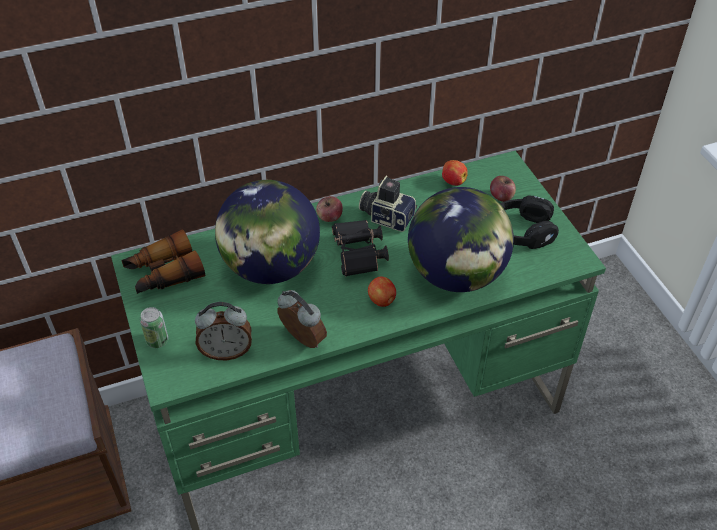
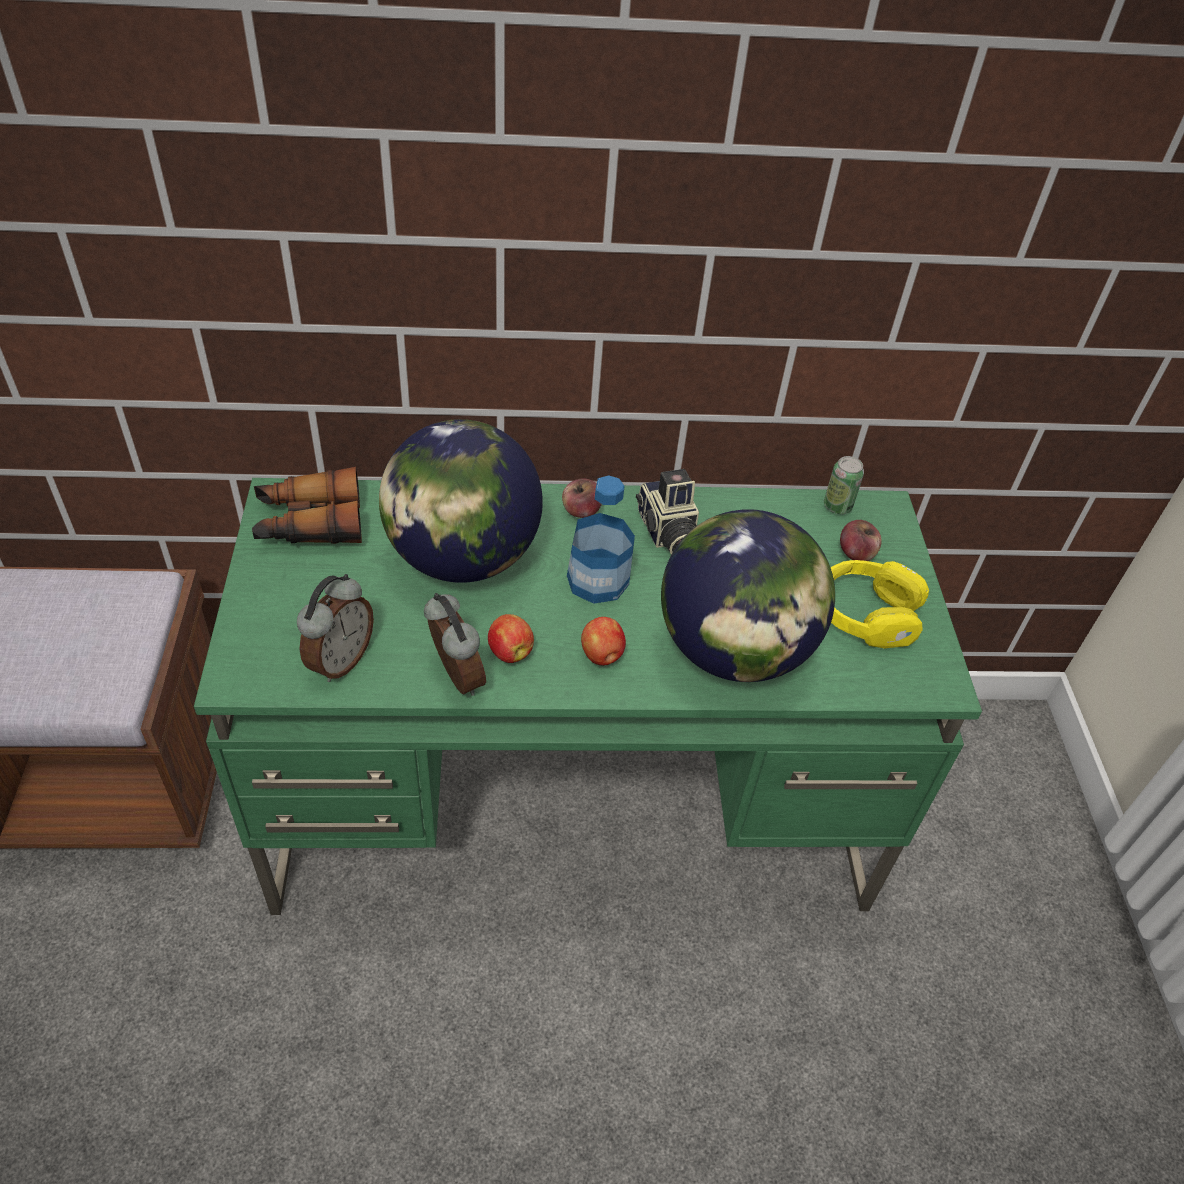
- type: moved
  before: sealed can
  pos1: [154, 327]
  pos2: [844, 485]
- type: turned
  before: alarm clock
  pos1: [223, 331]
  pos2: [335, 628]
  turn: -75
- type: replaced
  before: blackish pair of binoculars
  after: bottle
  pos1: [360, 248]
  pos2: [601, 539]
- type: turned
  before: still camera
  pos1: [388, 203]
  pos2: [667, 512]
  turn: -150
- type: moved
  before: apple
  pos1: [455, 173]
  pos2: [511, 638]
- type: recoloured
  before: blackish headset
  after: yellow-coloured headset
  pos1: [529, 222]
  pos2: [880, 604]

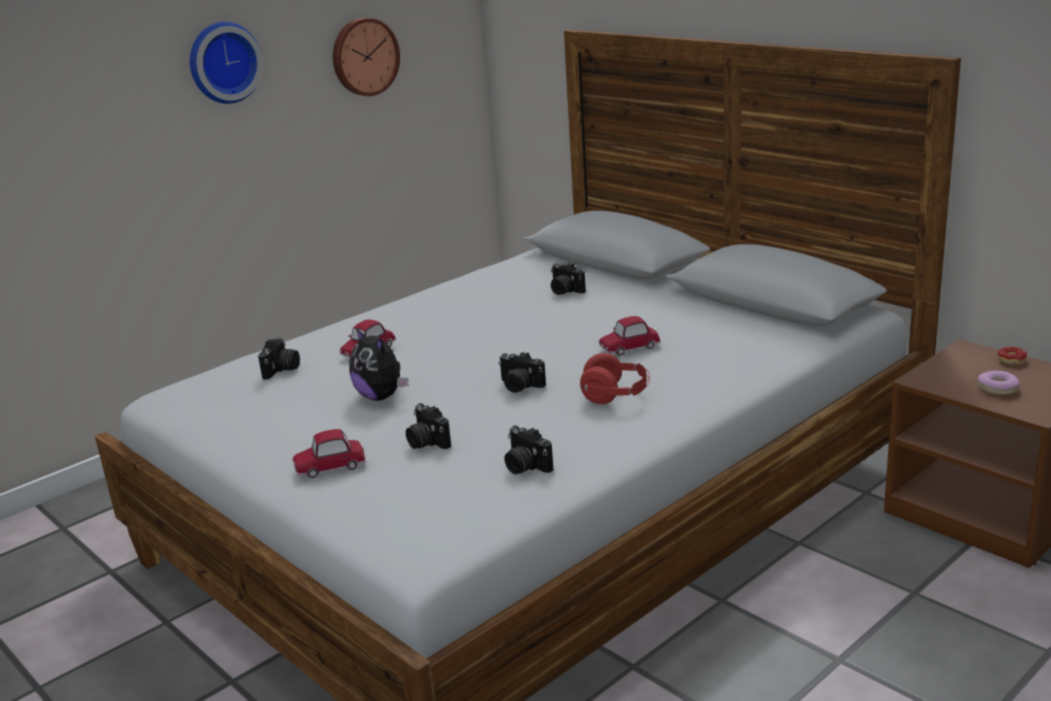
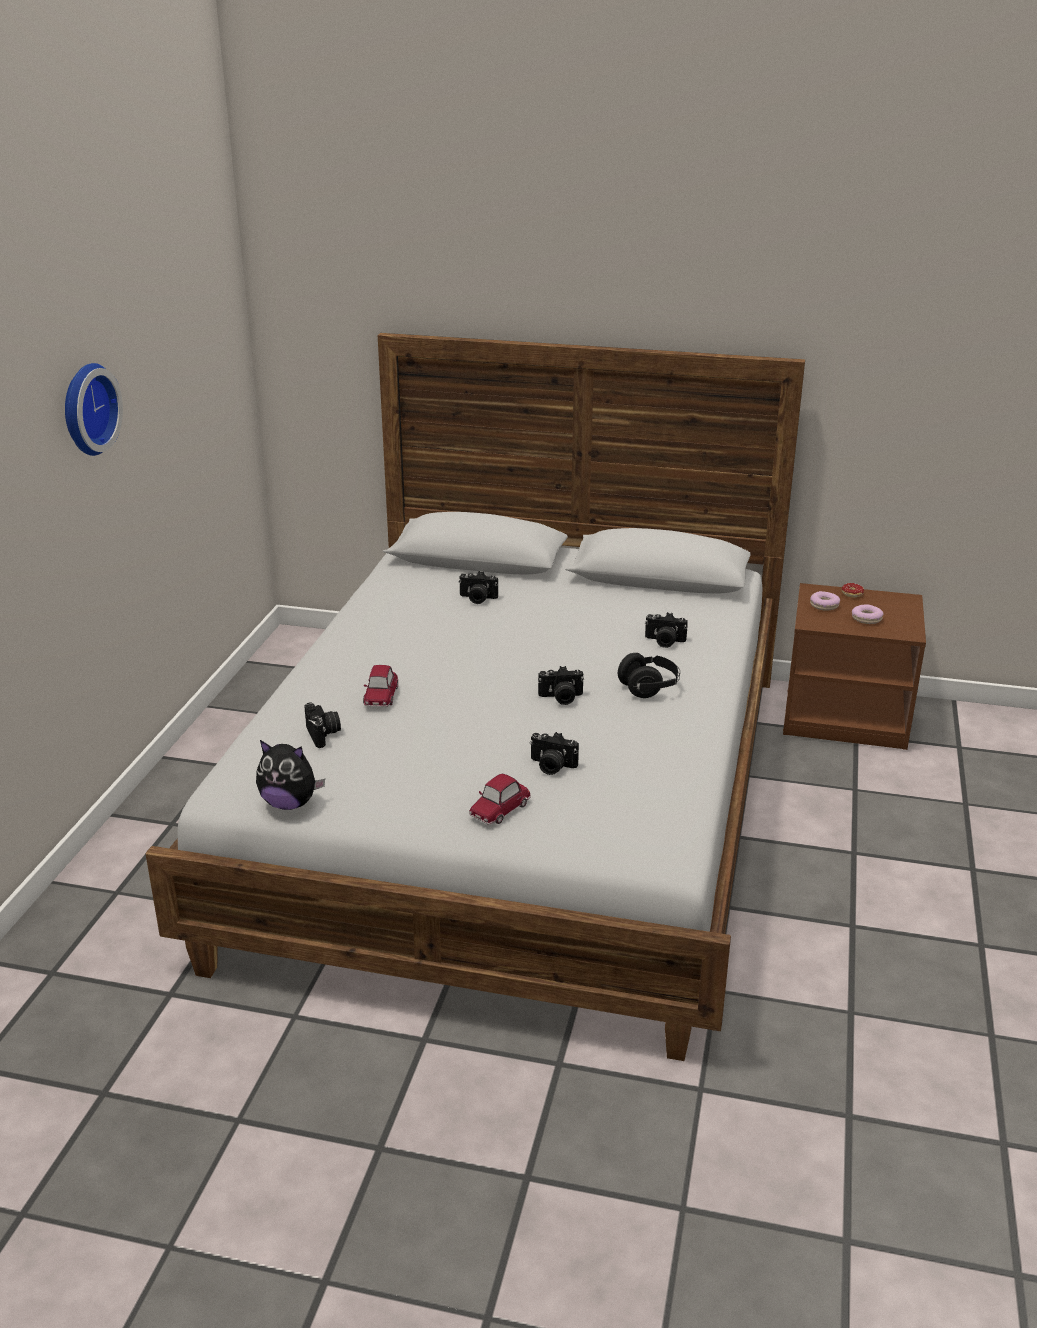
- type: removed
  before: wall clock
  pos1: [366, 57]
- type: moved
  before: cuddly toy
  pos1: [379, 364]
  pos2: [290, 775]
- type: moved
  before: still camera
  pos1: [528, 450]
  pos2: [666, 630]
- type: recoloured
  before: reddish headset
  after: blackish headset
  pos1: [615, 378]
  pos2: [649, 675]
- type: removed
  before: toy car
  pos1: [630, 336]
- type: added
  after: doughnut
  pos2: [825, 601]

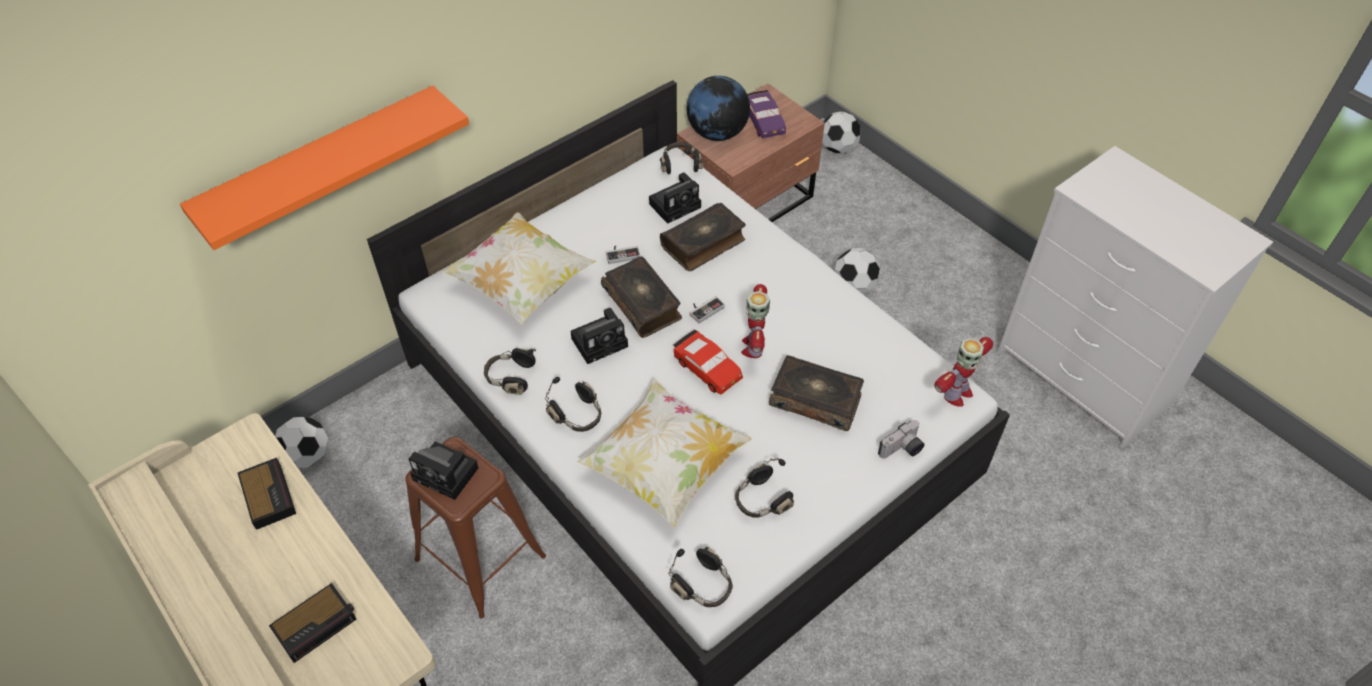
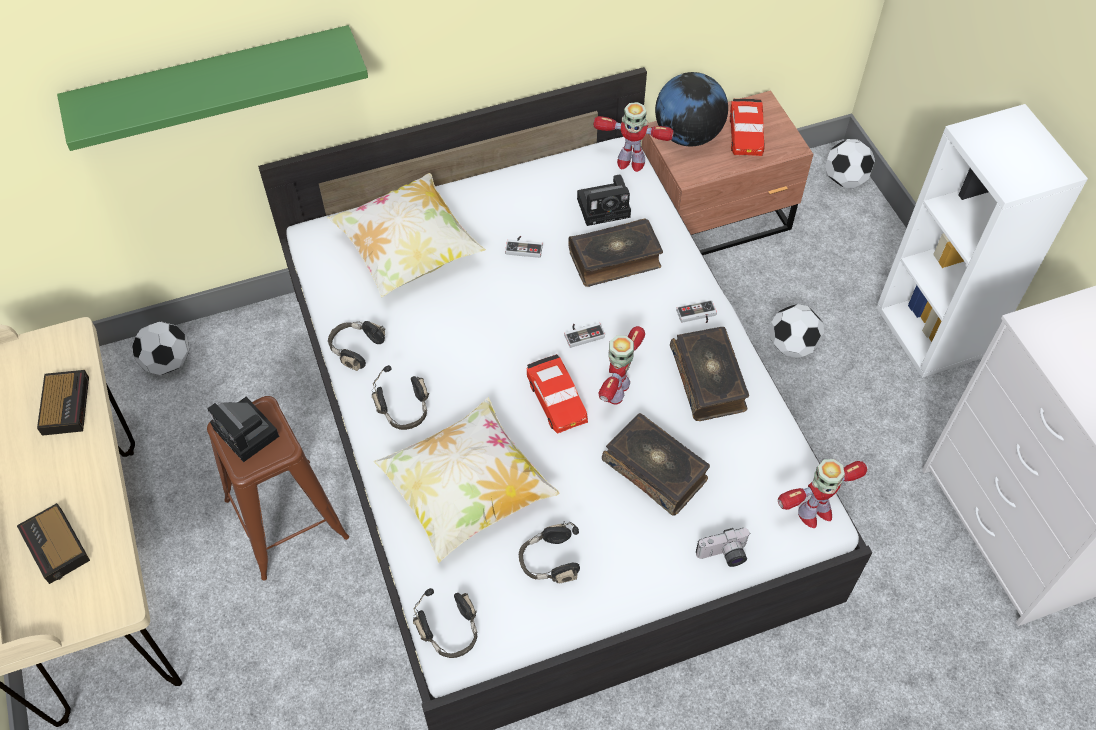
- type: recoloured
  before: orange wall shelf
  after: green-coloured wall shelf
  pos1: [324, 167]
  pos2: [212, 88]
- type: turned
  before: alarm clock
  pos1: [312, 623]
  pos2: [53, 543]
  turn: 75
- type: removed
  before: still camera
  pos1: [599, 336]
- type: moved
  before: bound book
  pos1: [641, 297]
  pos2: [709, 374]
- type: replaced
  before: blackish headset
  after: model robot
  pos1: [681, 158]
  pos2: [634, 137]
- type: recoloured
  before: purplish toy car
  after: reddish toy car
  pos1: [766, 114]
  pos2: [747, 127]
- type: added
  after: game controller
  pos2: [696, 311]
- type: added
  after: white bookshelf
  pos2: [982, 241]

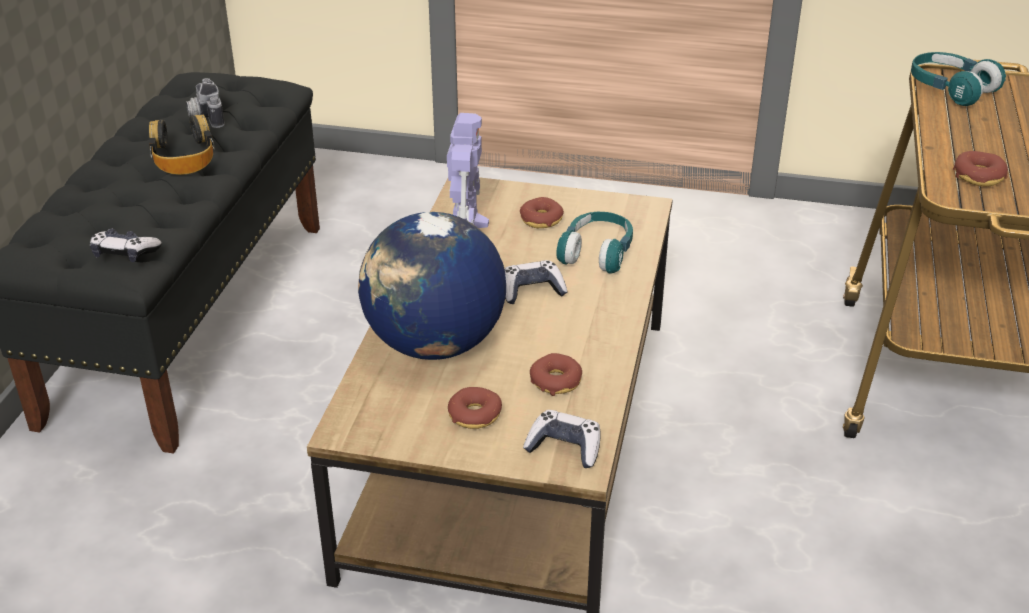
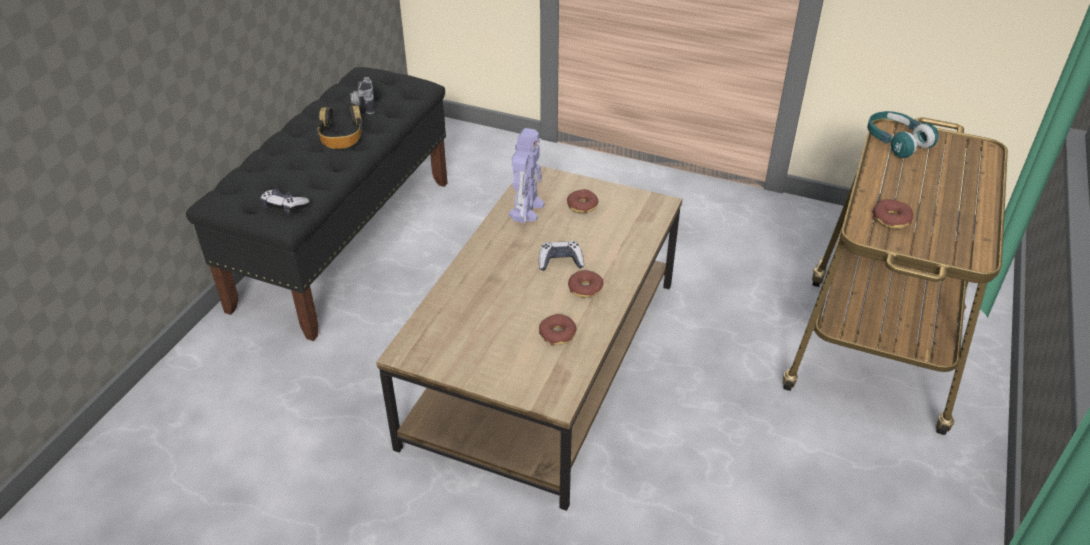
- type: removed
  before: world globe
  pos1: [432, 286]
- type: moved
  before: doughnut
  pos1: [475, 408]
  pos2: [585, 284]
- type: removed
  before: game controller
  pos1: [562, 439]
- type: removed
  before: blue-green headset
  pos1: [594, 242]

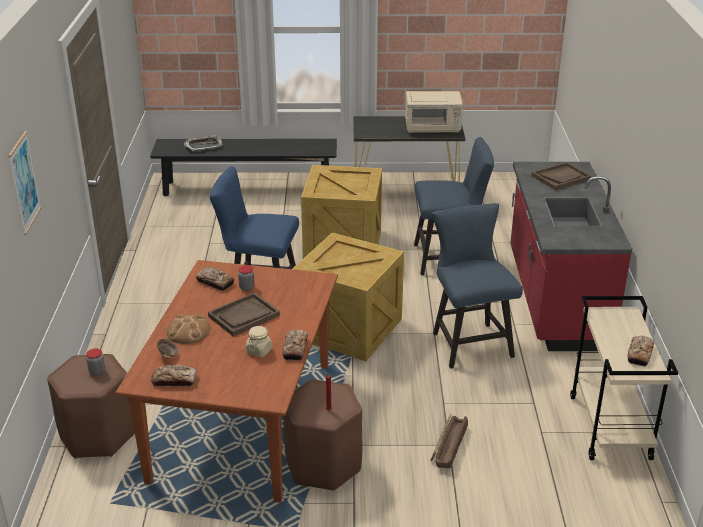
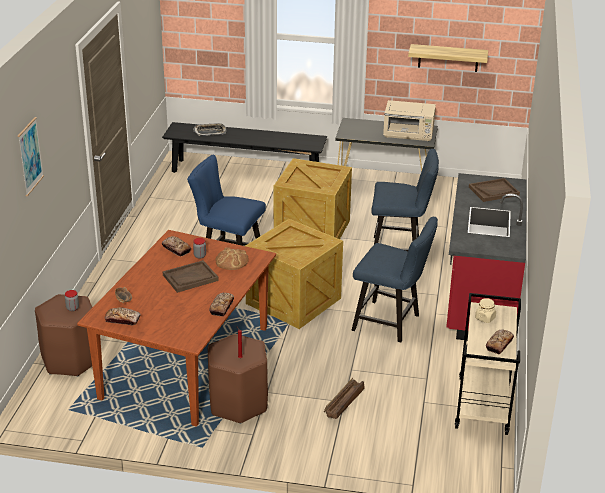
- type: moved
  before: bread
  pos1: [188, 329]
  pos2: [232, 258]
- type: moved
  before: sand-coloured storage jar
  pos1: [259, 341]
  pos2: [485, 310]
- type: turned
  before: blue-coloured chair
  pos1: [477, 286]
  pos2: [395, 279]
  turn: 120
- type: added
  after: wall shelf
  pos2: [448, 58]

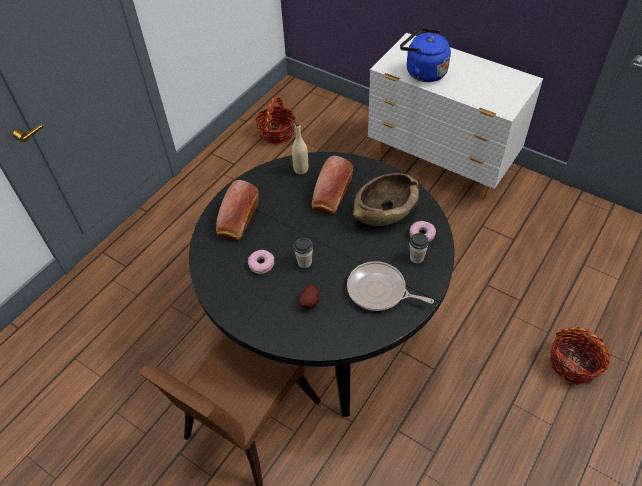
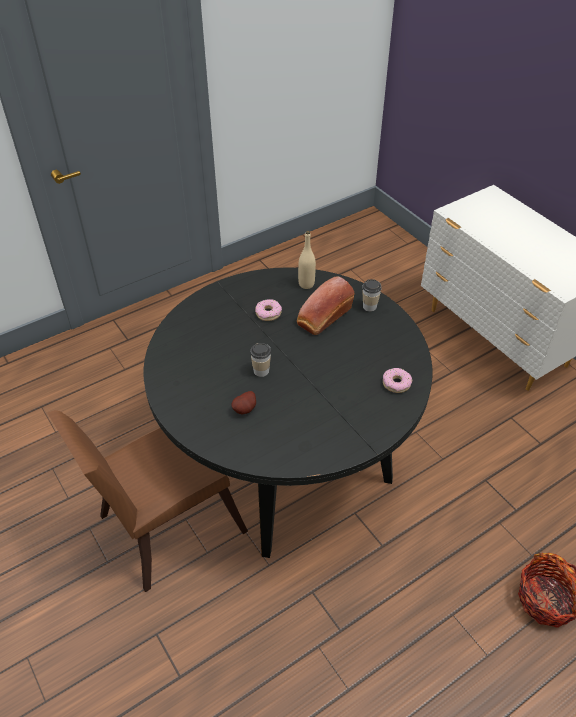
- type: removed
  before: bread
  pos1: [237, 210]
- type: moved
  before: doughnut
  pos1: [261, 262]
  pos2: [268, 310]
- type: removed
  before: storage basket
  pos1: [275, 120]
- type: removed
  before: frying pan
  pos1: [390, 286]
- type: removed
  before: brownish deep dish
  pos1: [386, 199]
- type: removed
  before: blue-coloured kettle
  pos1: [425, 55]
- type: moved
  before: cup
  pos1: [419, 248]
  pos2: [372, 295]

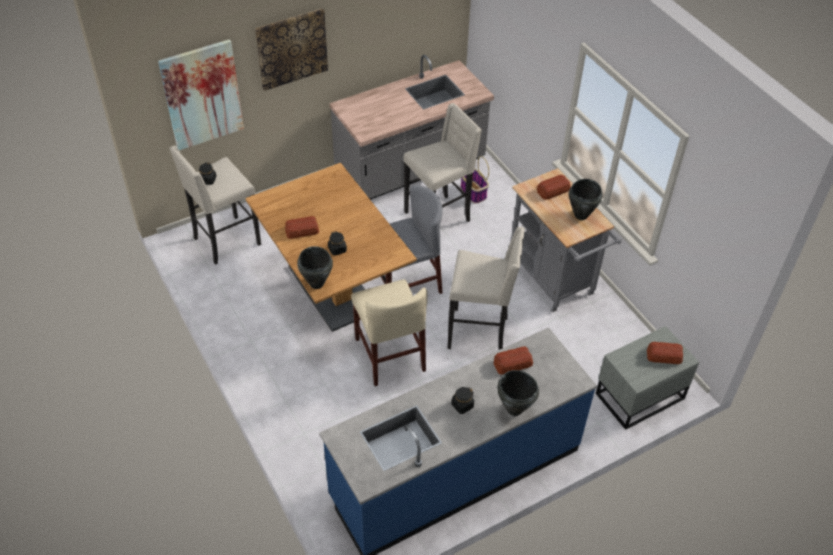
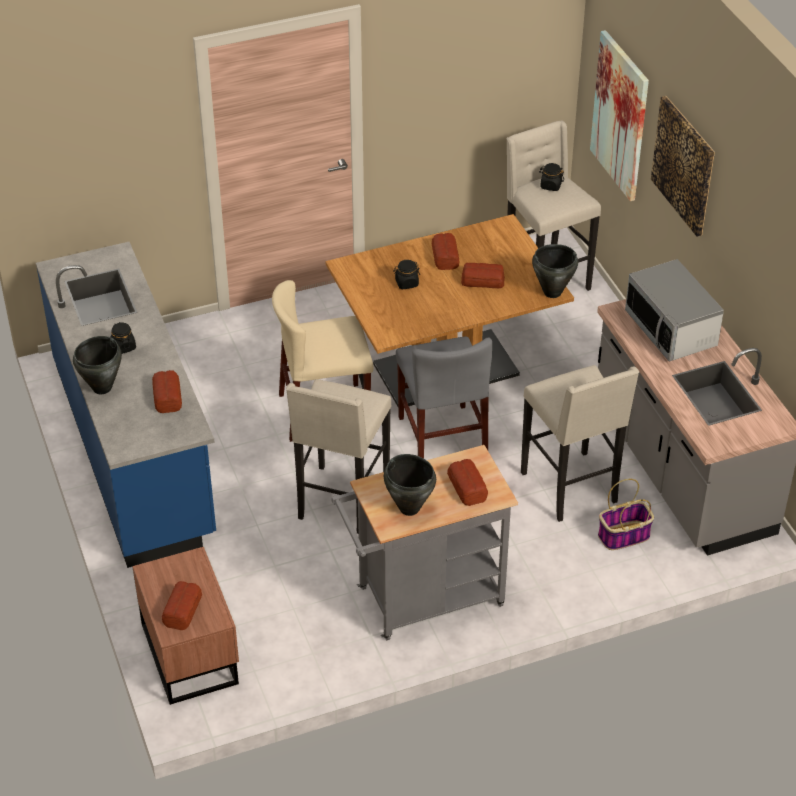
- type: moved
  before: blackish cooking pot
  pos1: [315, 267]
  pos2: [555, 271]
- type: recoloured
  before: gray nightstand
  after: brownish nightstand
  pos1: [647, 378]
  pos2: [185, 626]
- type: added
  after: bread
  pos2: [483, 275]
- type: added
  after: kitchen microwave
  pos2: [674, 310]

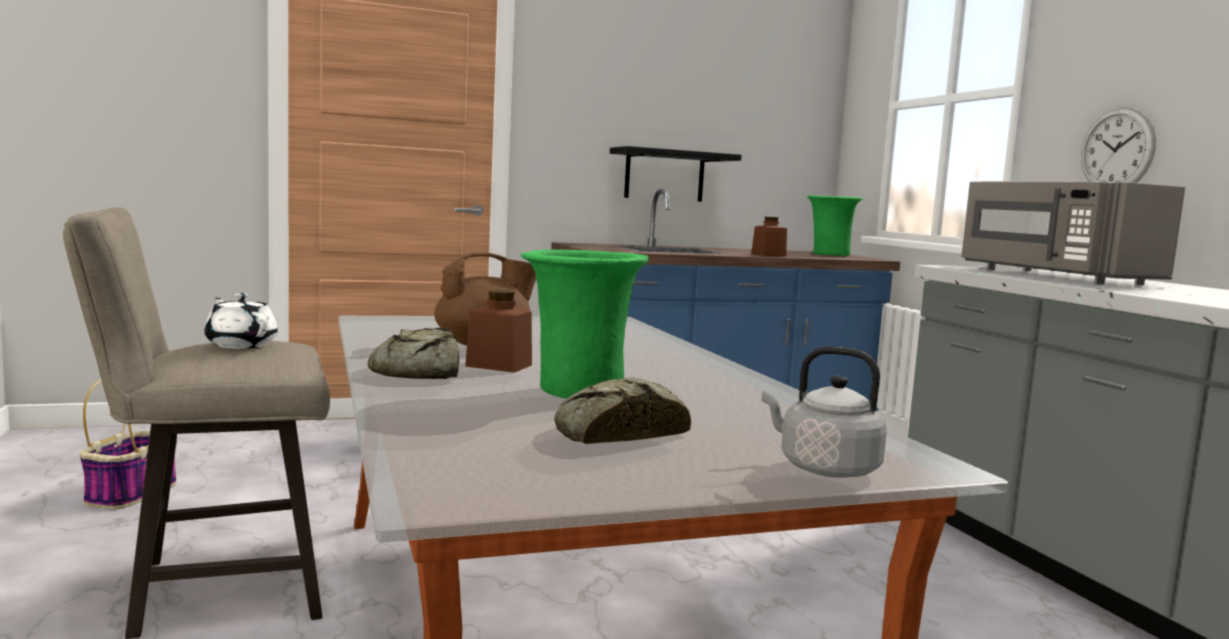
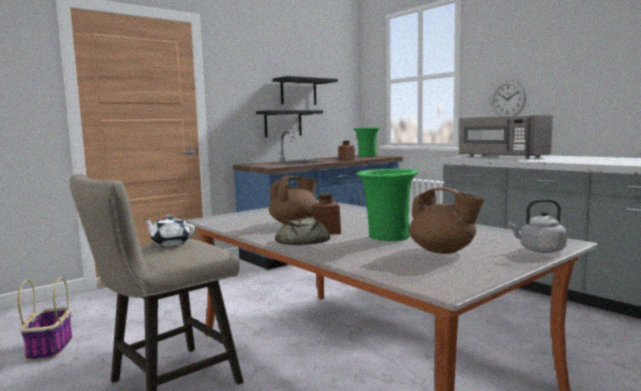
- type: replaced
  before: bread
  after: brownish teapot
  pos1: [622, 410]
  pos2: [447, 220]
- type: added
  after: blackish wall shelf
  pos2: [305, 90]

